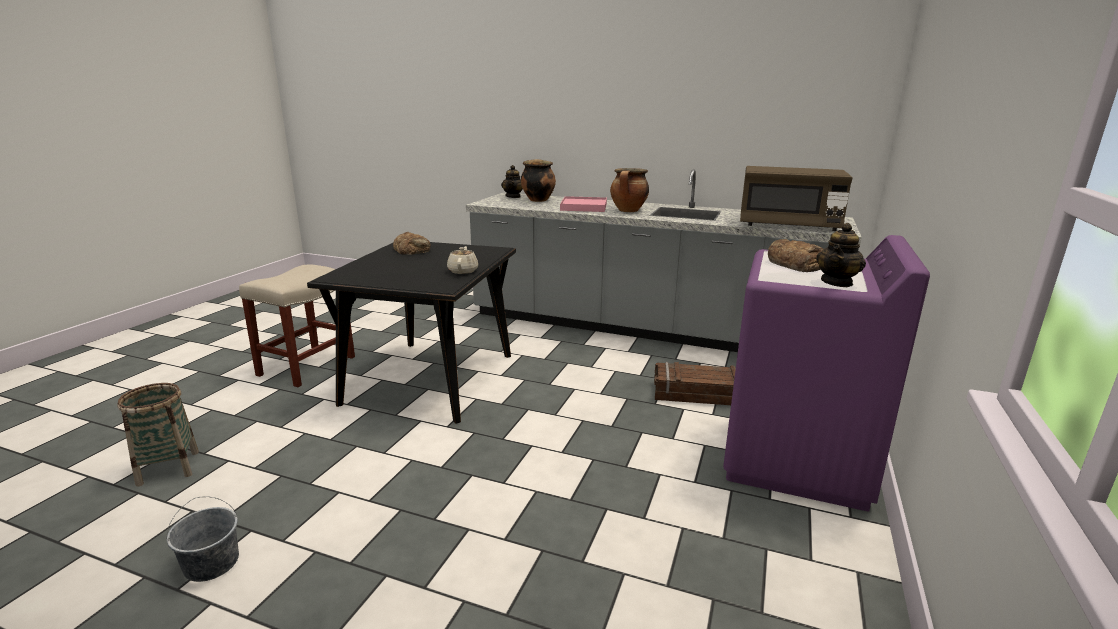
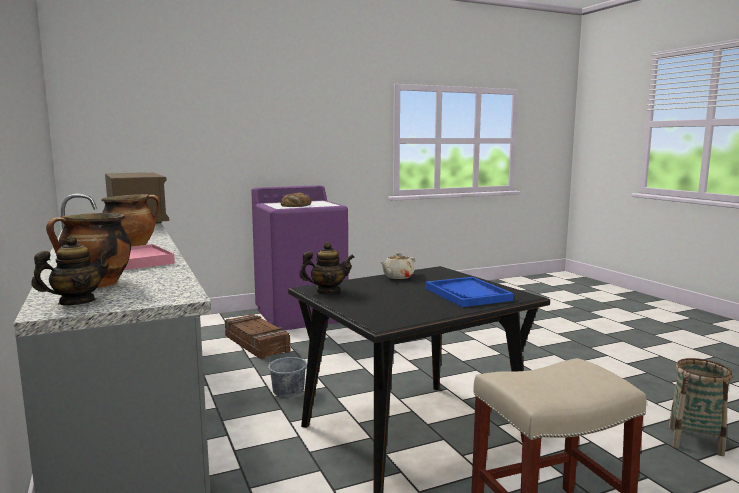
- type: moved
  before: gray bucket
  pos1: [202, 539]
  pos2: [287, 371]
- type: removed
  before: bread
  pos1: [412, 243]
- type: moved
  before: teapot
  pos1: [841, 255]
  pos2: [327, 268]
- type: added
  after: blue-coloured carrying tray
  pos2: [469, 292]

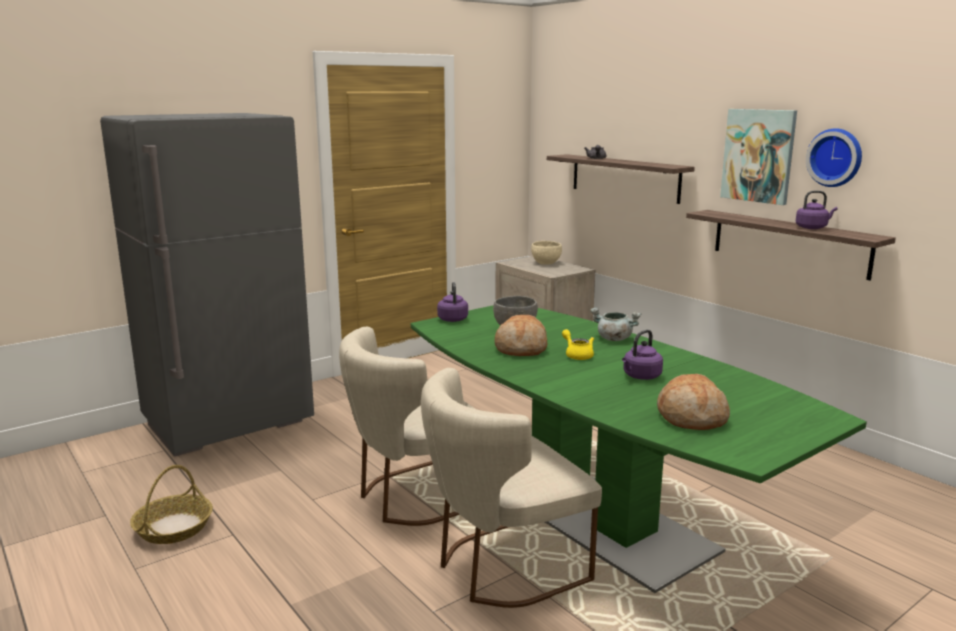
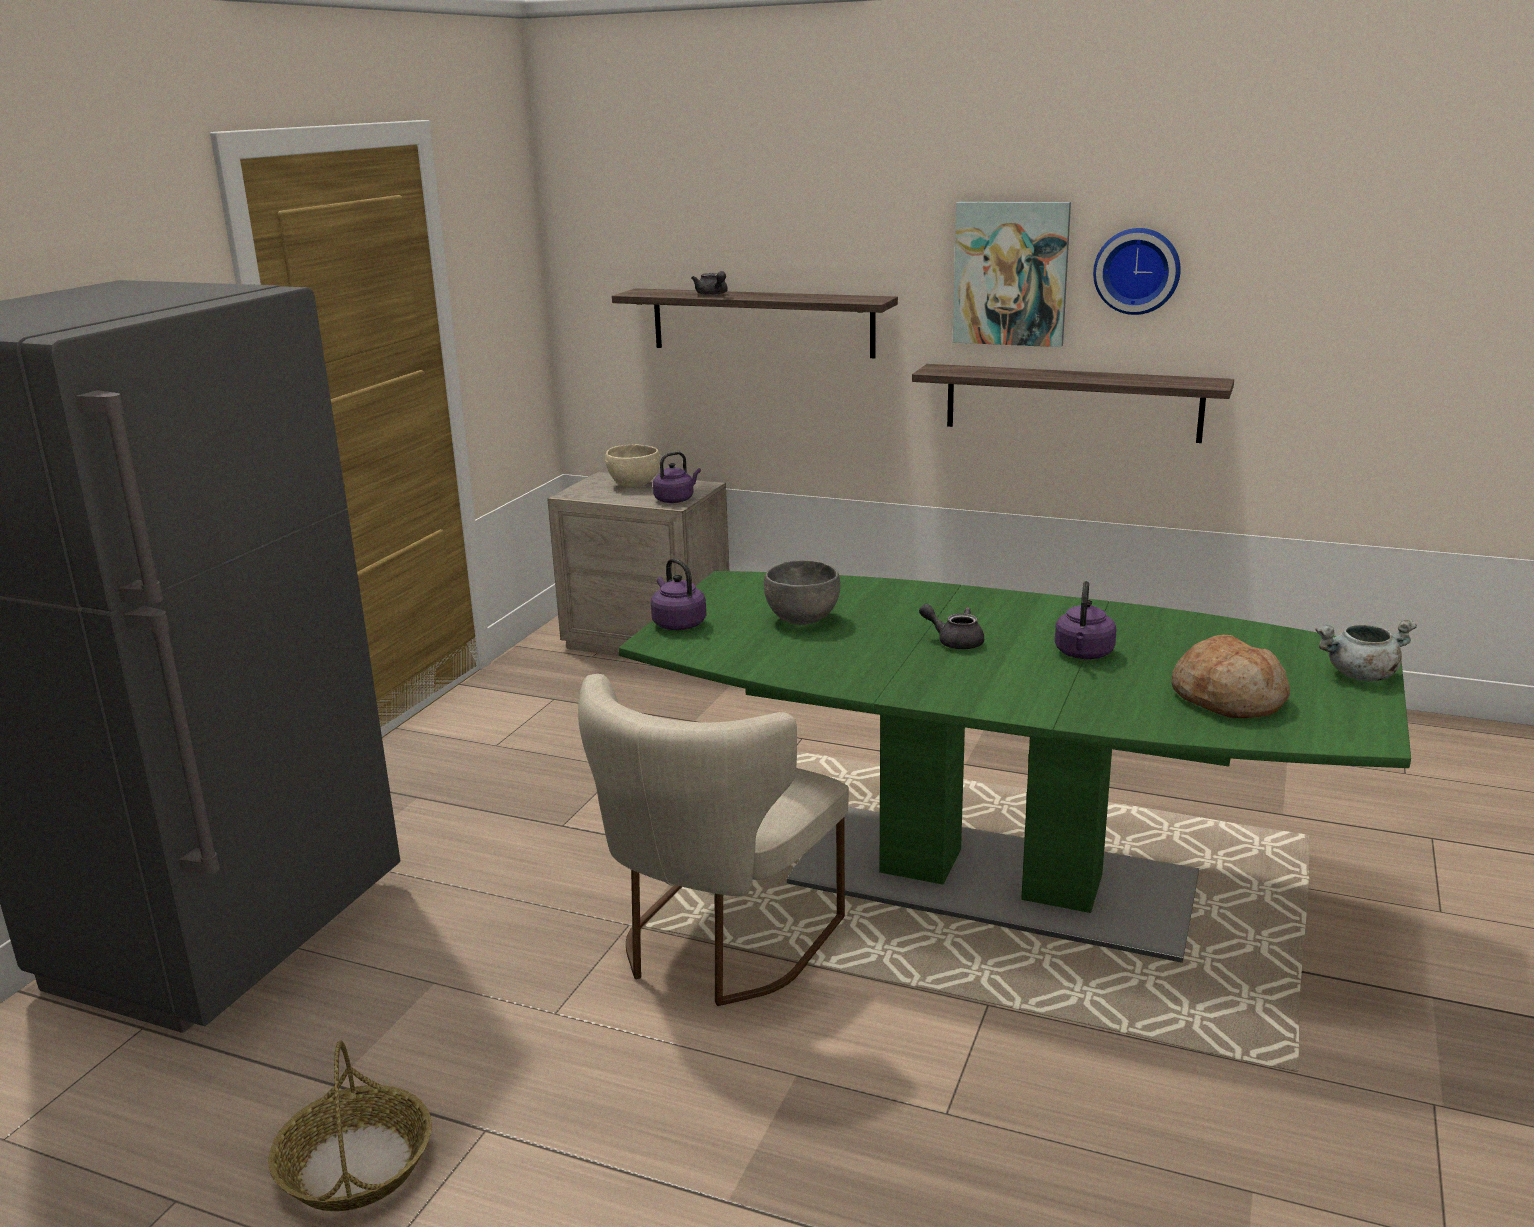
- type: removed
  before: sand-coloured chair
  pos1: [511, 488]
- type: removed
  before: bread
  pos1: [521, 335]
- type: recoloured
  before: yellow-coloured teapot
  after: gray teapot
  pos1: [578, 344]
  pos2: [951, 626]
- type: moved
  before: gray cooking pot
  pos1: [615, 324]
  pos2: [1366, 650]
- type: moved
  before: purplish kettle
  pos1: [817, 210]
  pos2: [677, 477]

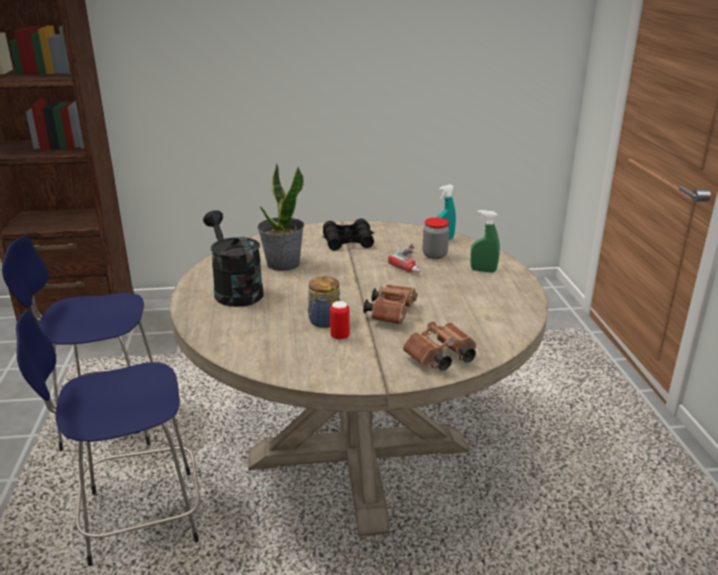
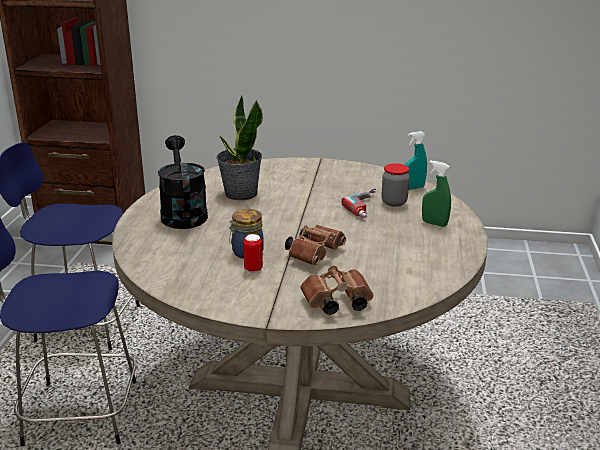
- type: removed
  before: blackish pair of binoculars
  pos1: [348, 234]

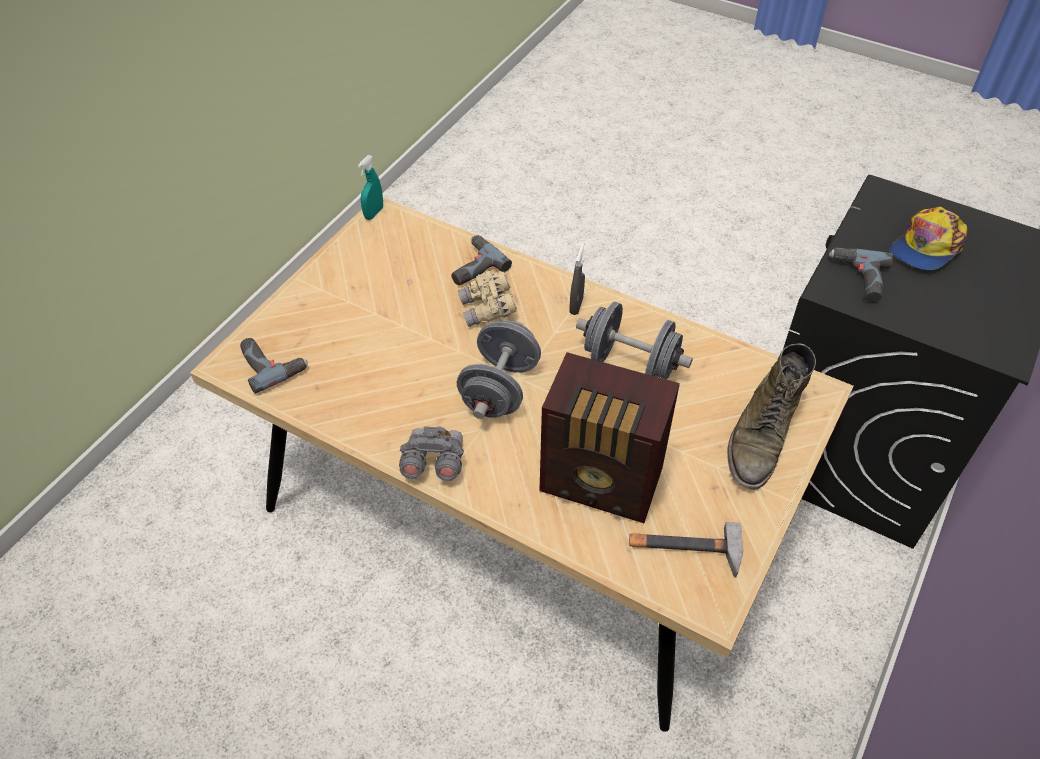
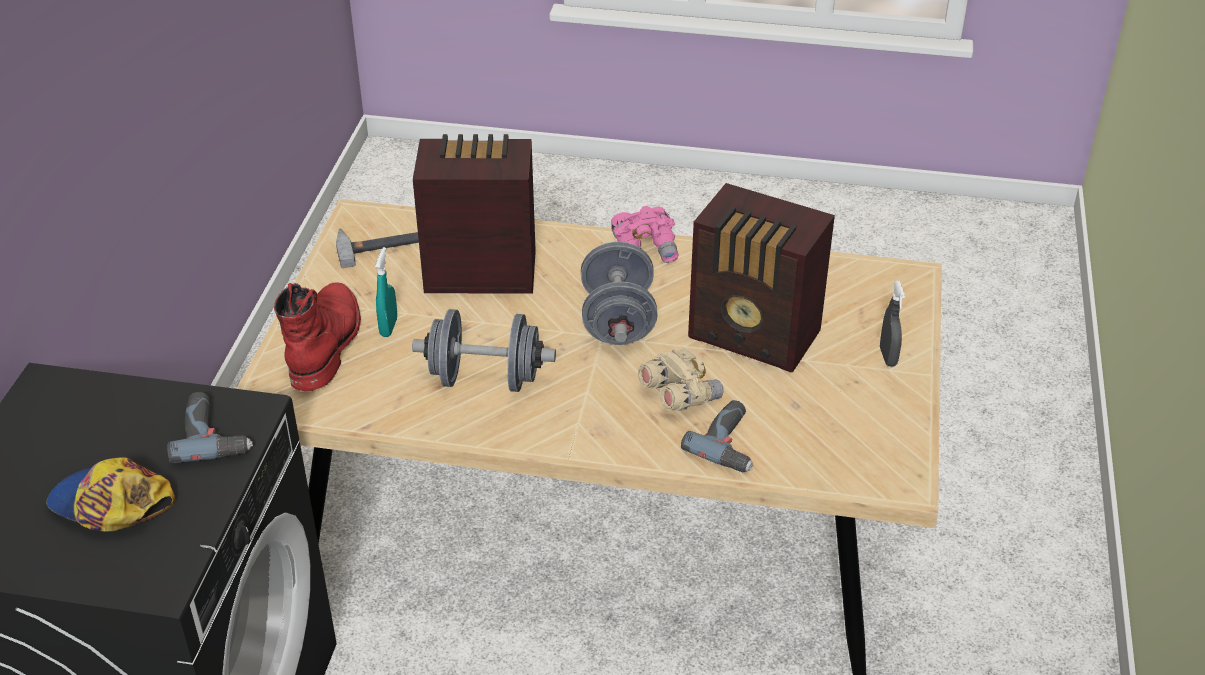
- type: removed
  before: drill
  pos1: [274, 366]
- type: moved
  before: blue-green hand sprayer
  pos1: [370, 187]
  pos2: [386, 292]
- type: recoloured
  before: gray pair of binoculars
  after: pink-coloured pair of binoculars
  pos1: [431, 453]
  pos2: [645, 234]
- type: moved
  before: gray hand sprayer
  pos1: [577, 279]
  pos2: [892, 324]
- type: recoloured
  before: green-coloured high-top boot
  after: reddish high-top boot
  pos1: [771, 416]
  pos2: [317, 336]
- type: turned
  before: cap
  pos1: [928, 238]
  pos2: [110, 494]
  turn: -90
- type: added
  after: radio set
  pos2: [761, 278]

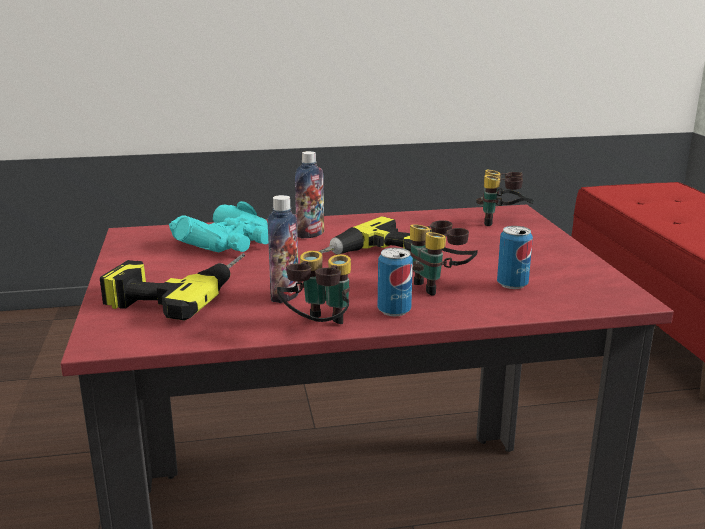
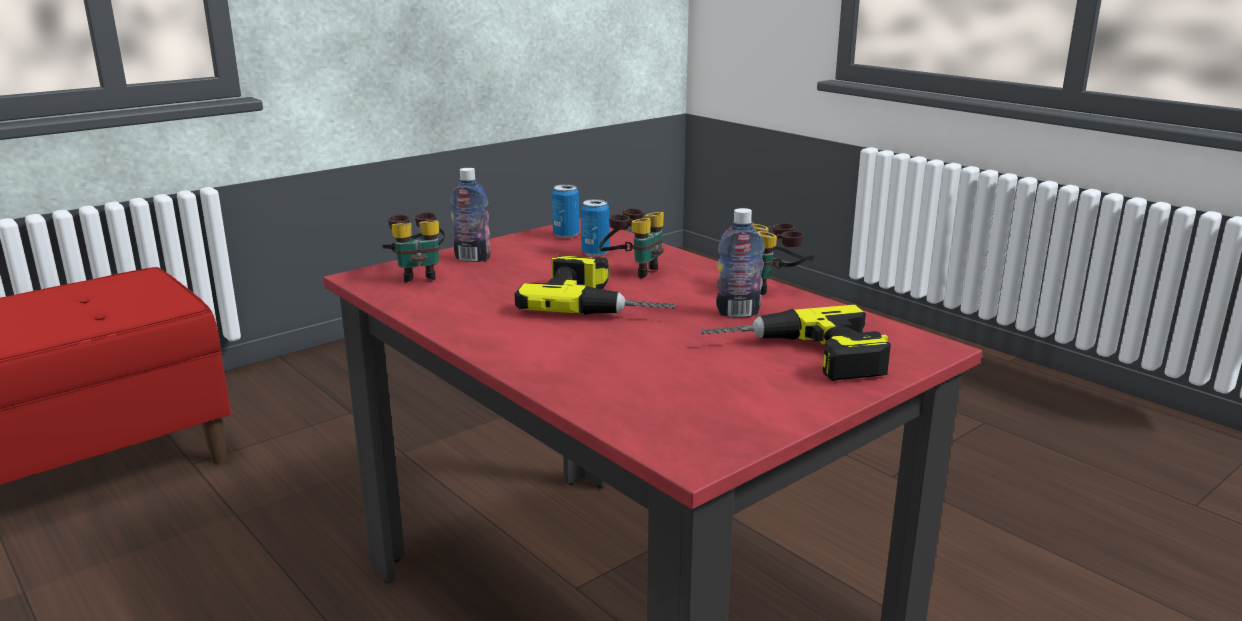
- type: removed
  before: blue-green pair of binoculars
  pos1: [218, 226]
- type: moved
  before: bottle
  pos1: [309, 195]
  pos2: [471, 215]
- type: moved
  before: sealed can
  pos1: [395, 282]
  pos2: [565, 211]

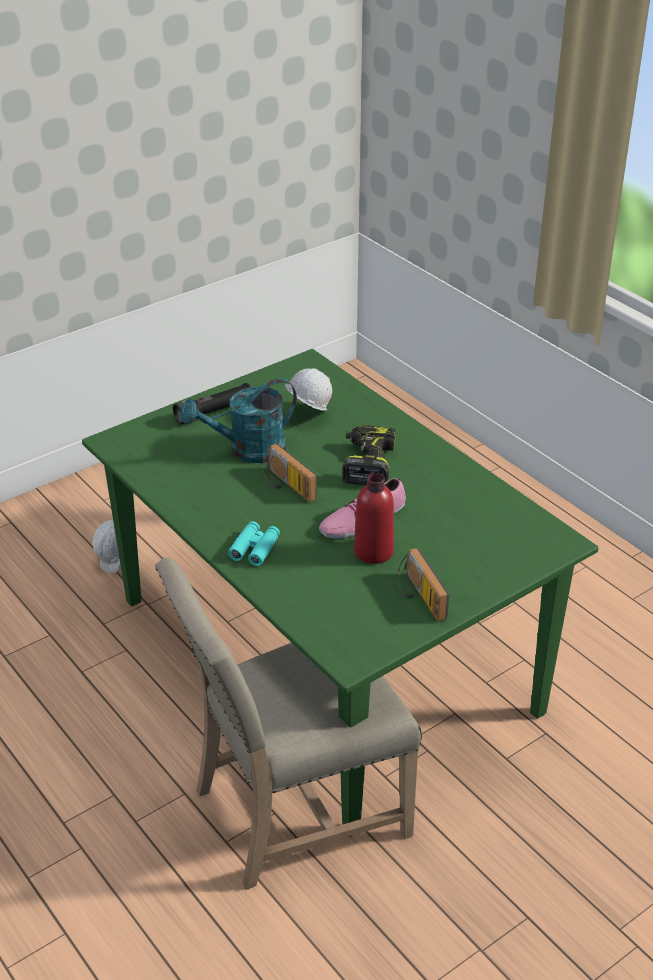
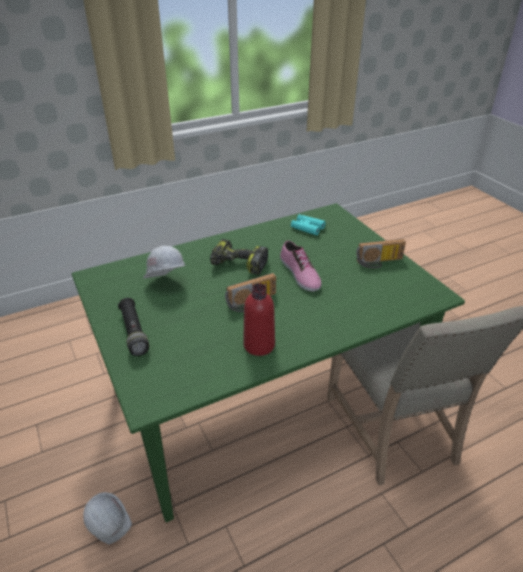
- type: removed
  before: blue-green watering can
  pos1: [238, 420]
- type: moved
  before: blue-green pair of binoculars
  pos1: [254, 543]
  pos2: [308, 224]
- type: moved
  before: reddish bottle
  pos1: [374, 518]
  pos2: [259, 319]

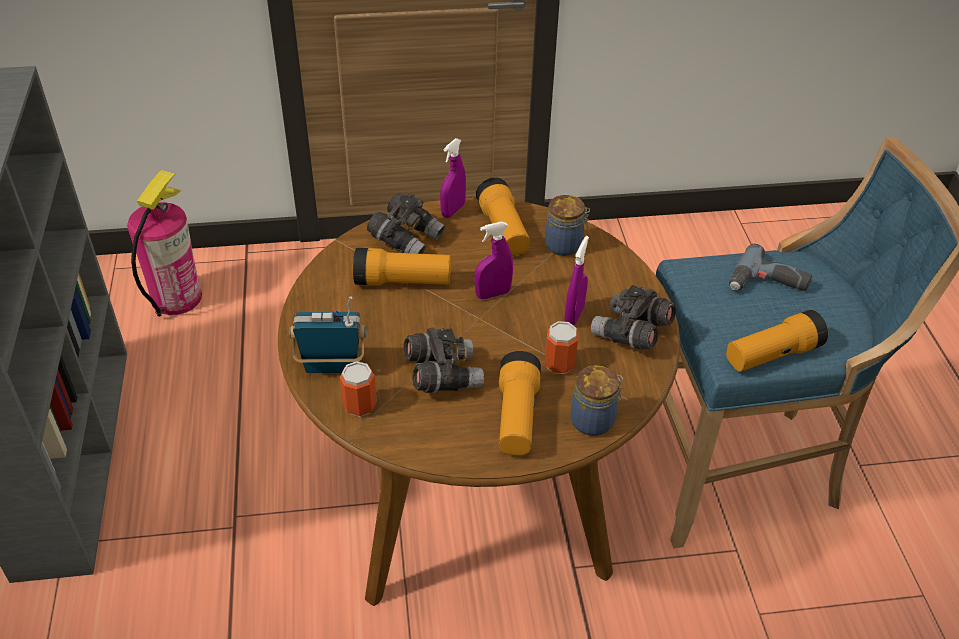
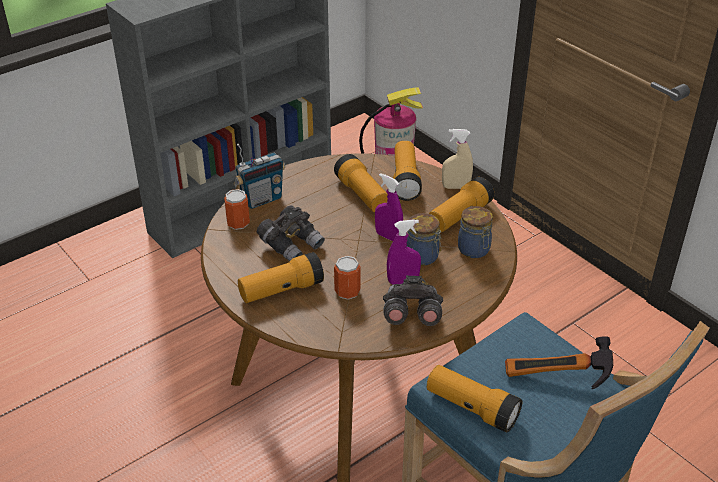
- type: turned
  before: radio set
  pos1: [328, 334]
  pos2: [259, 176]
  turn: 90
- type: replaced
  before: gray pair of binoculars
  after: flashlight
  pos1: [406, 223]
  pos2: [407, 171]
- type: recoloured
  before: purplish hand sprayer
  after: sand-coloured hand sprayer
  pos1: [453, 178]
  pos2: [457, 159]
- type: moved
  before: storage jar
  pos1: [597, 400]
  pos2: [424, 239]
- type: replaced
  before: drill
  after: tool hammer
  pos1: [770, 267]
  pos2: [559, 363]

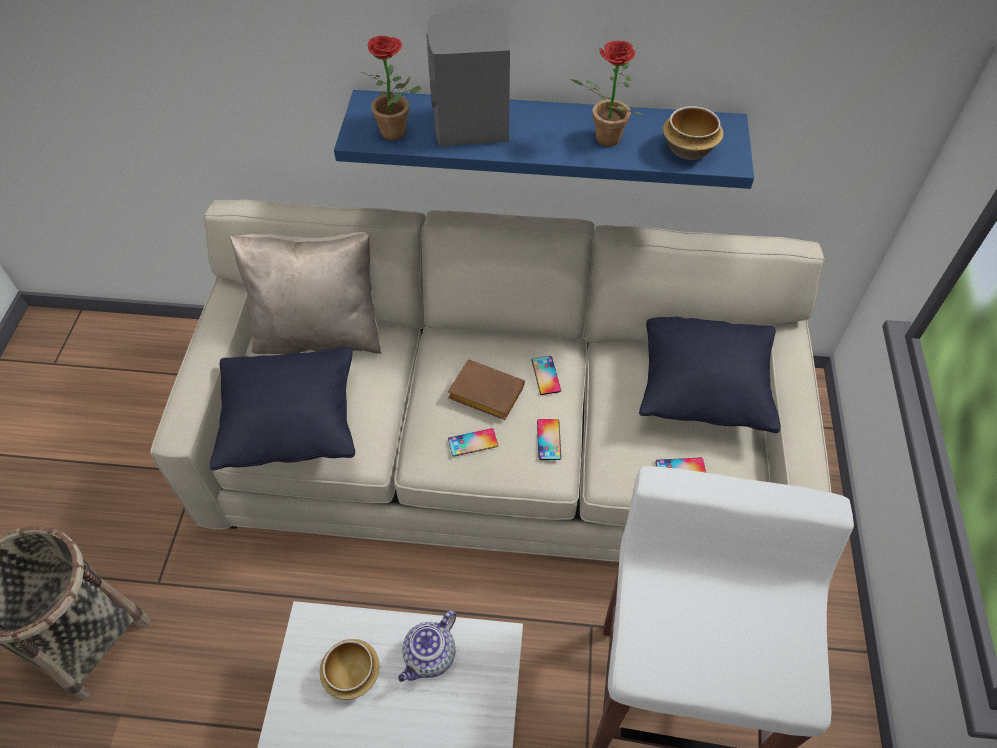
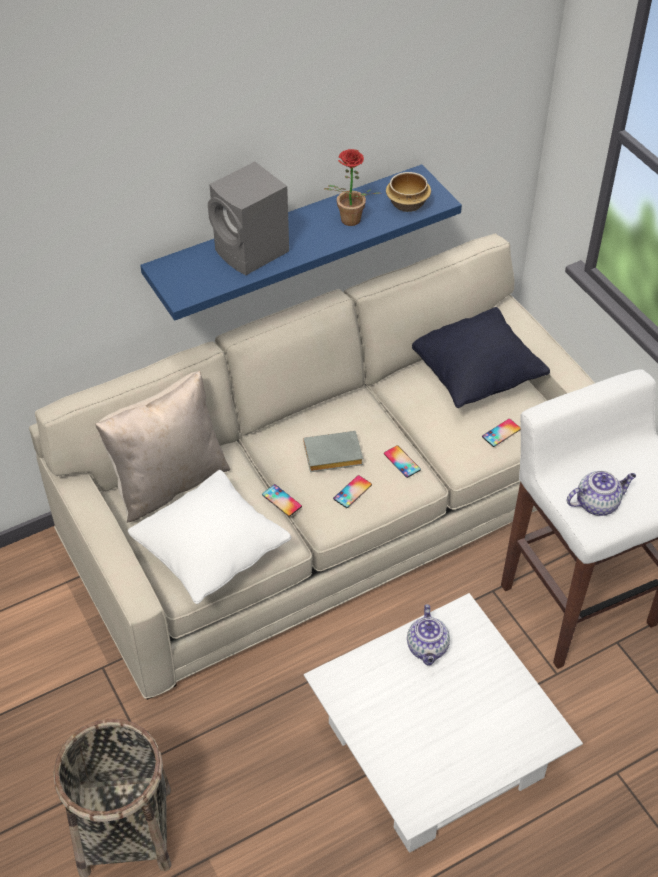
- type: recoloured
  before: blackish cushion
  after: white cushion
  pos1: [282, 408]
  pos2: [209, 537]
- type: removed
  before: deep dish
  pos1: [349, 669]
- type: removed
  before: potted plant
  pos1: [391, 88]
- type: recoloured
  before: brownish bound book
  after: gray bound book
  pos1: [486, 390]
  pos2: [333, 451]
- type: moved
  before: handset
  pos1: [546, 375]
  pos2: [282, 500]
- type: added
  after: teapot
  pos2: [601, 493]

